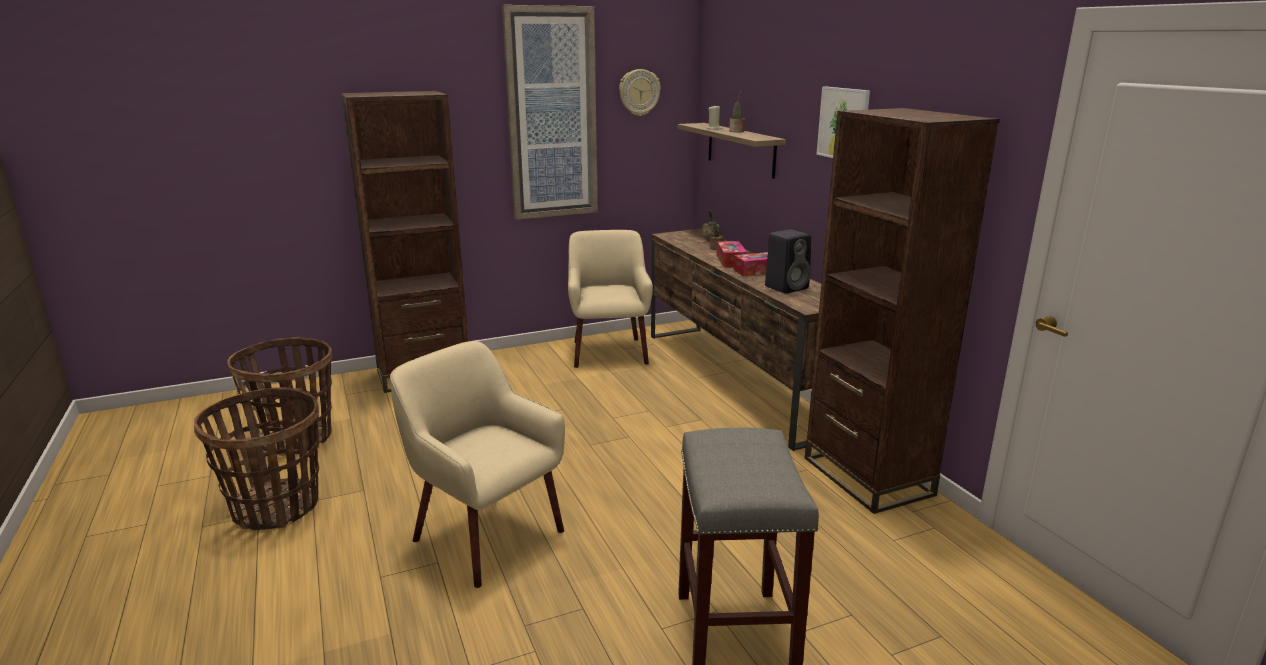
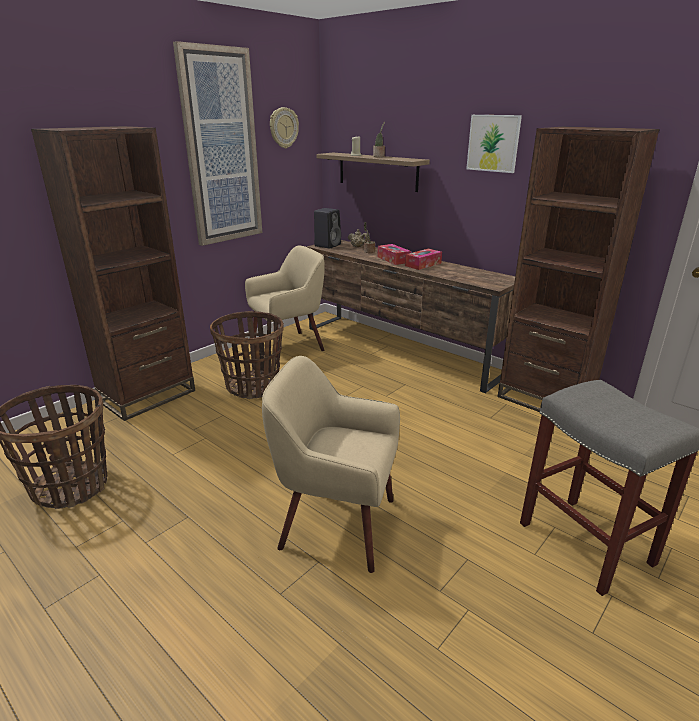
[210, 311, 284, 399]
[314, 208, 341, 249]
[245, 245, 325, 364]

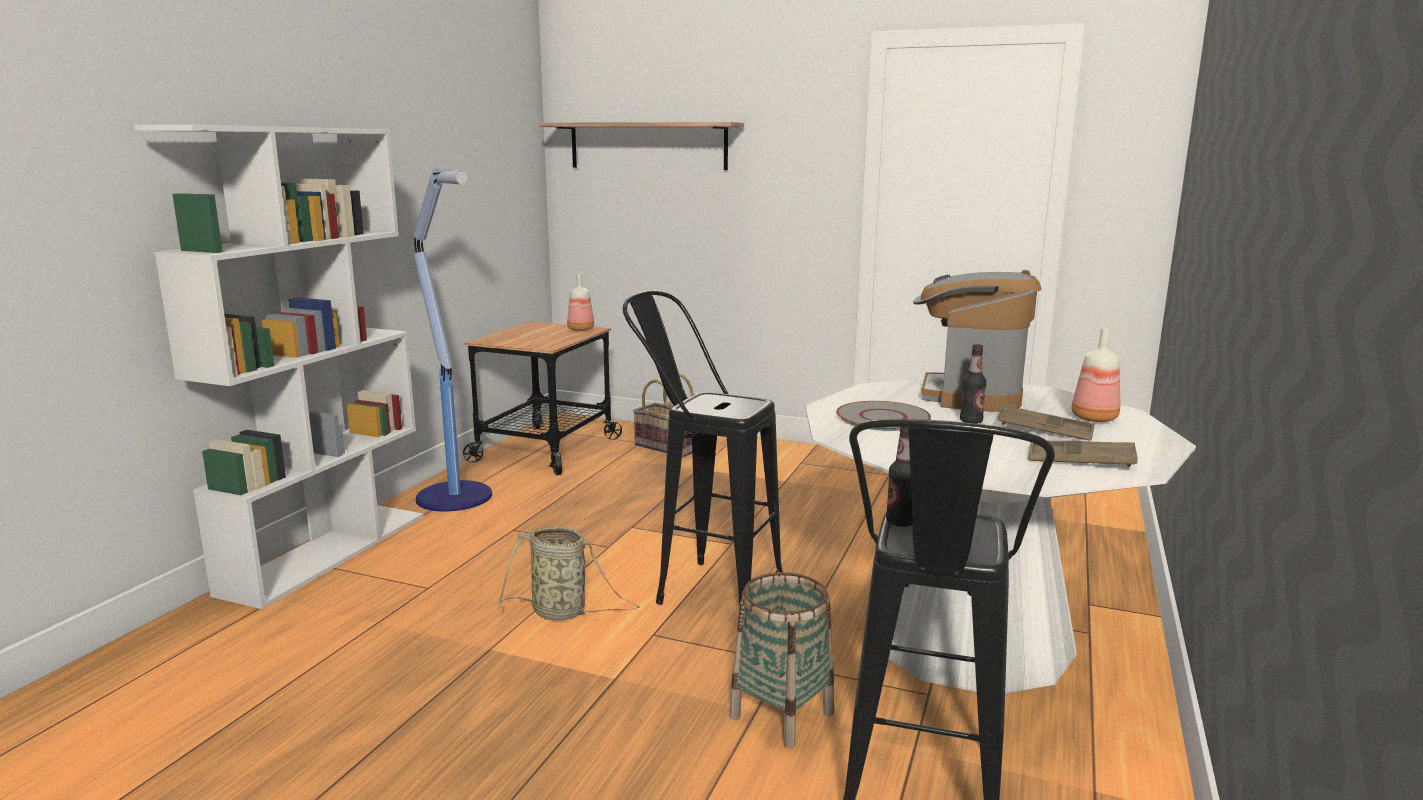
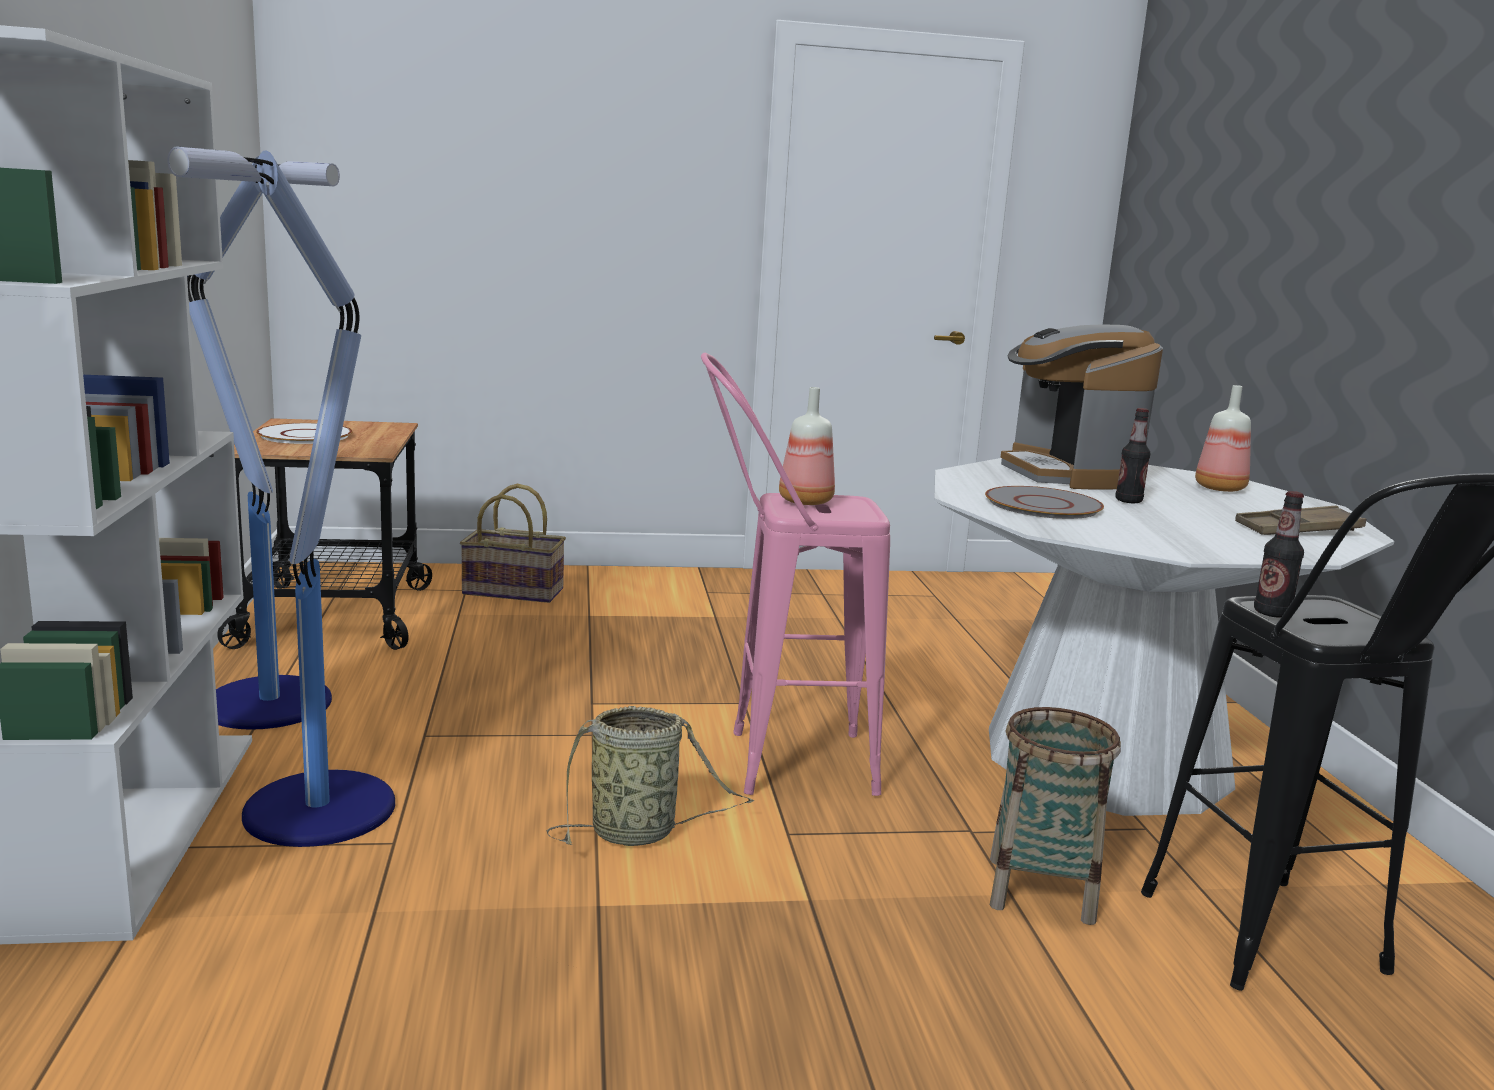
[538, 122, 744, 170] (first image)
[998, 405, 1095, 440] (first image)
[167, 146, 395, 847]
[256, 423, 353, 444]
[779, 387, 835, 505]
[701, 353, 890, 796]

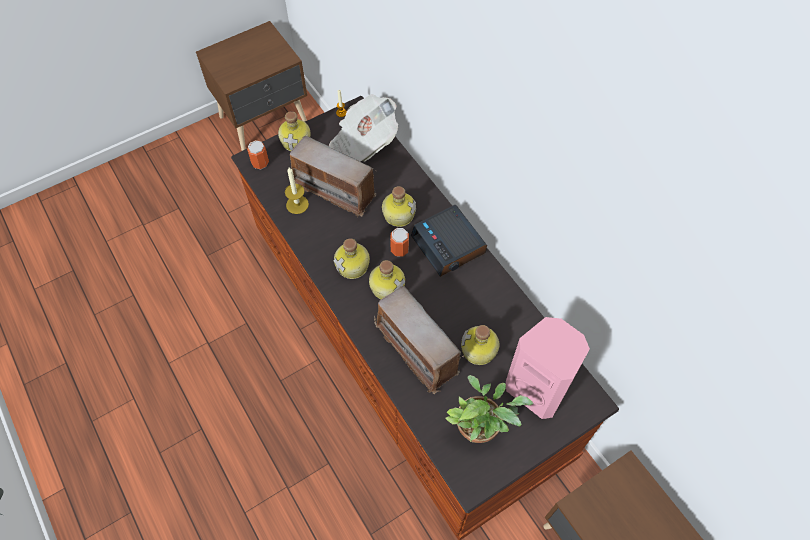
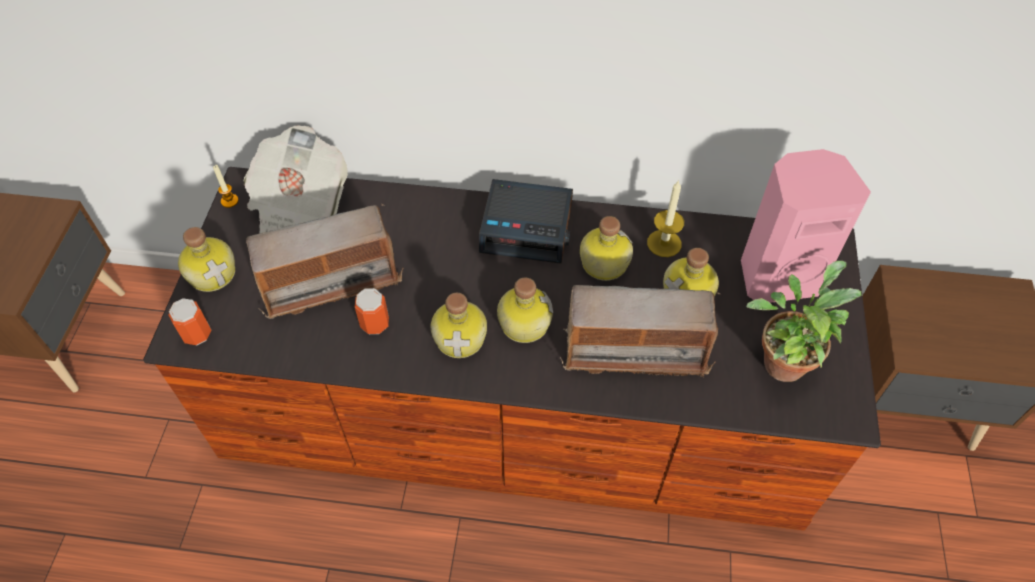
[647, 180, 684, 257]
[580, 216, 633, 281]
[355, 288, 389, 334]

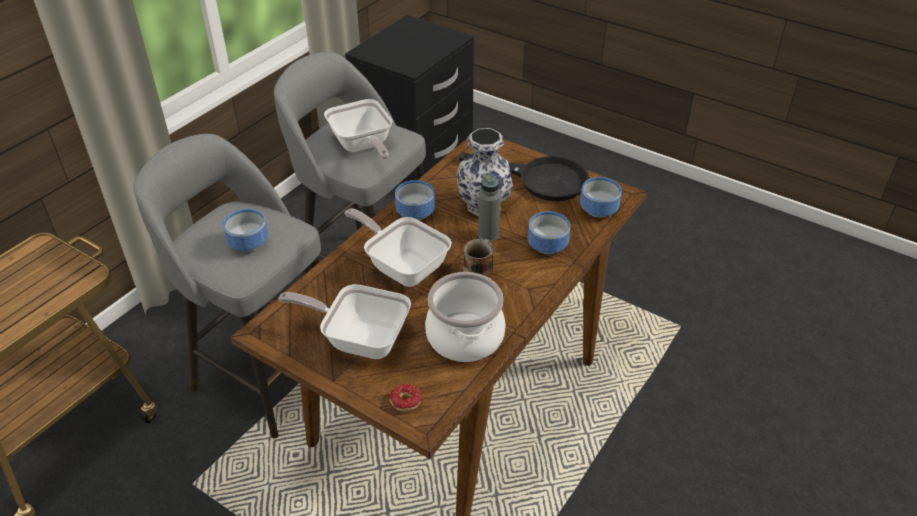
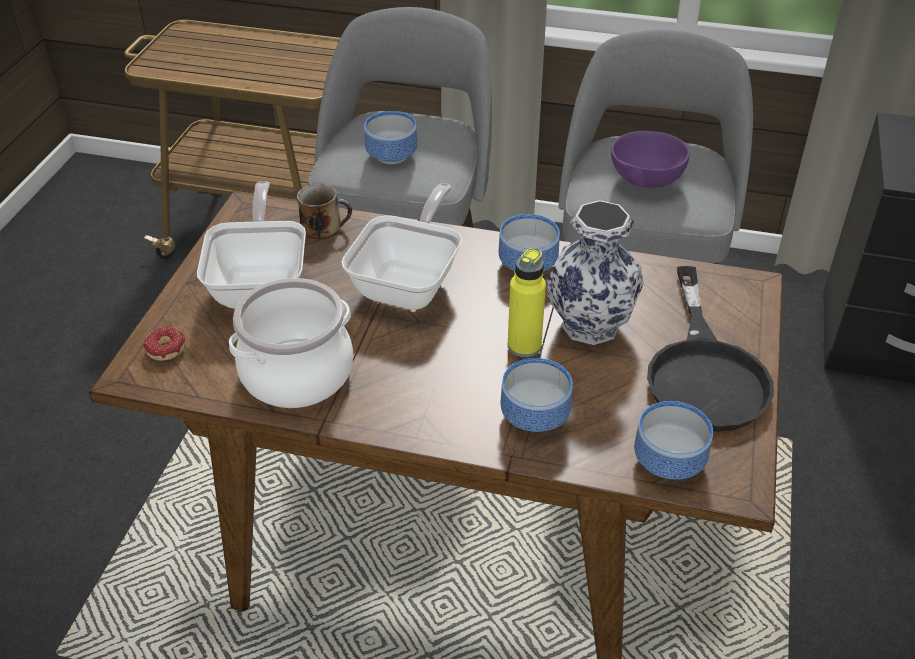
[297, 184, 352, 239]
[611, 131, 690, 188]
[508, 248, 546, 357]

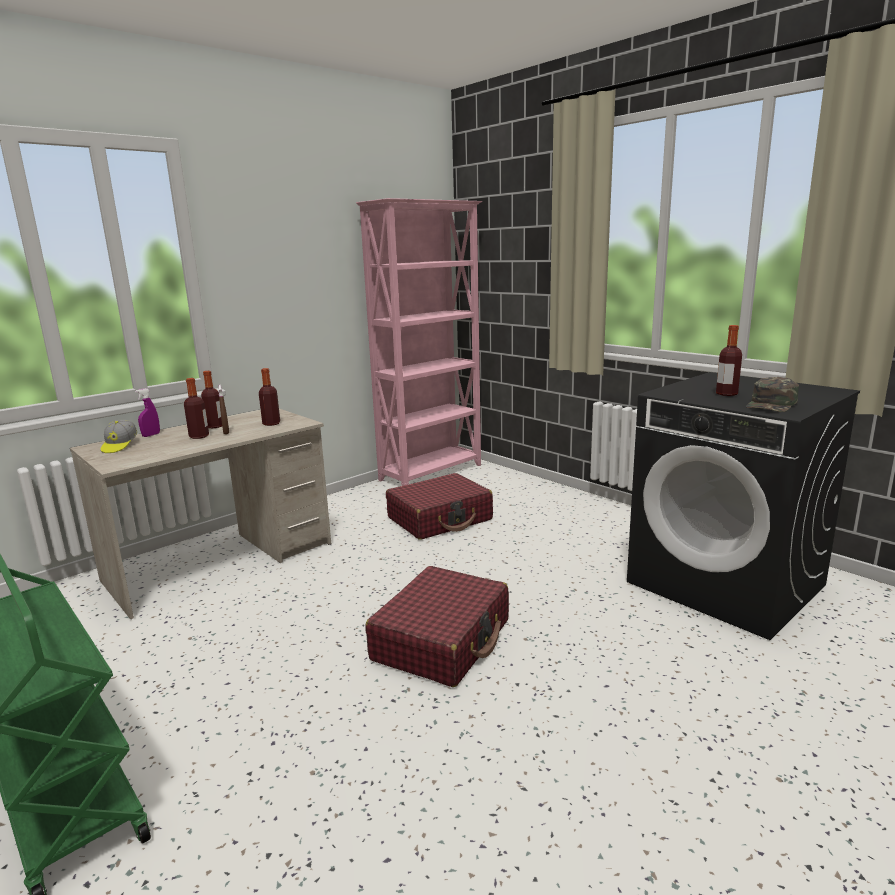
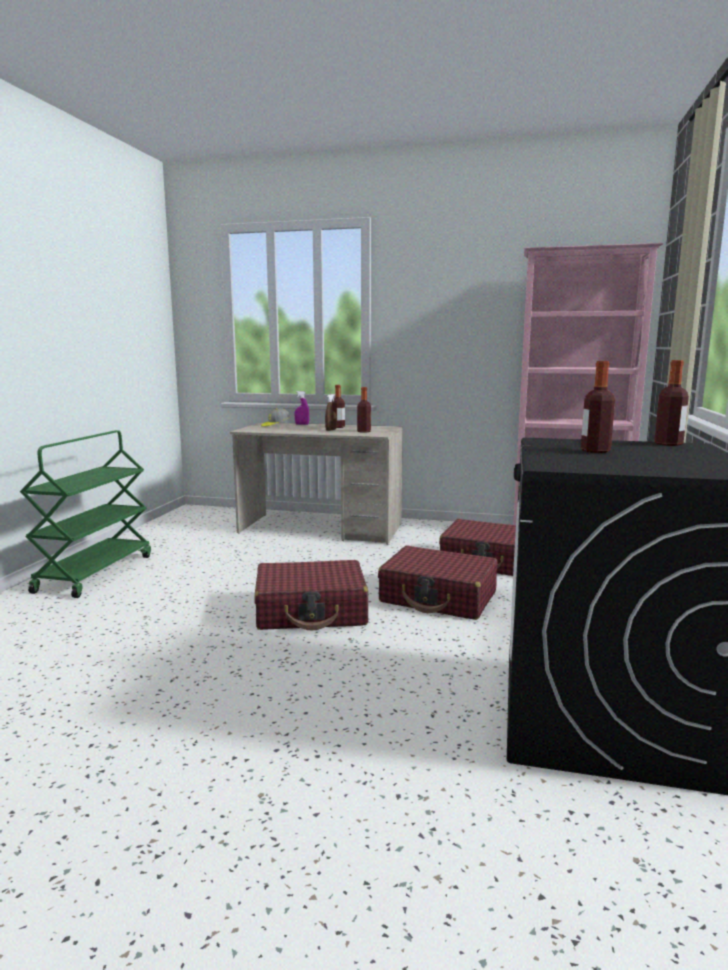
[746, 377, 799, 412] (first image)
[378, 545, 498, 620]
[654, 360, 689, 446]

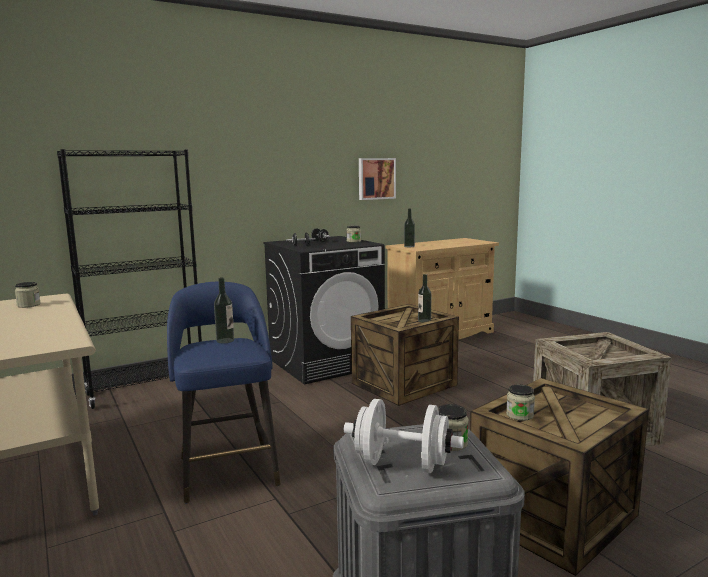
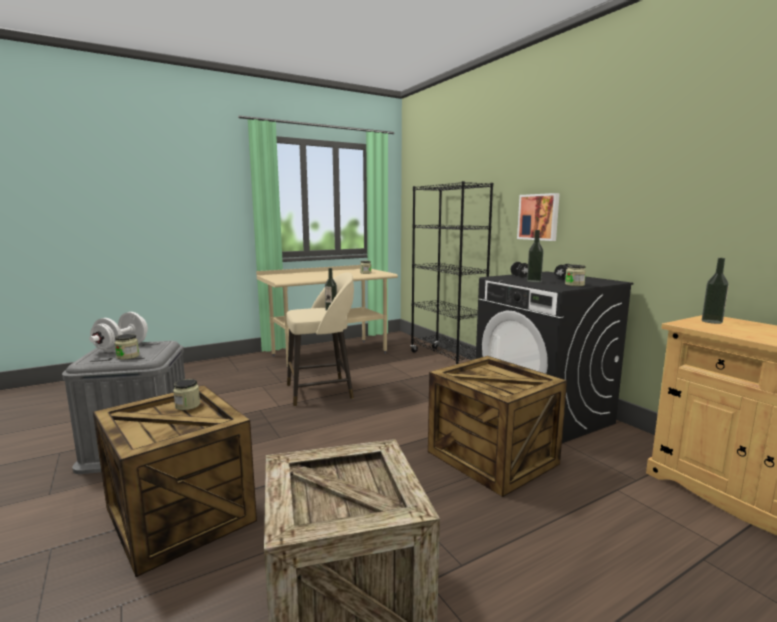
[517, 193, 560, 241]
[527, 230, 544, 282]
[286, 272, 354, 406]

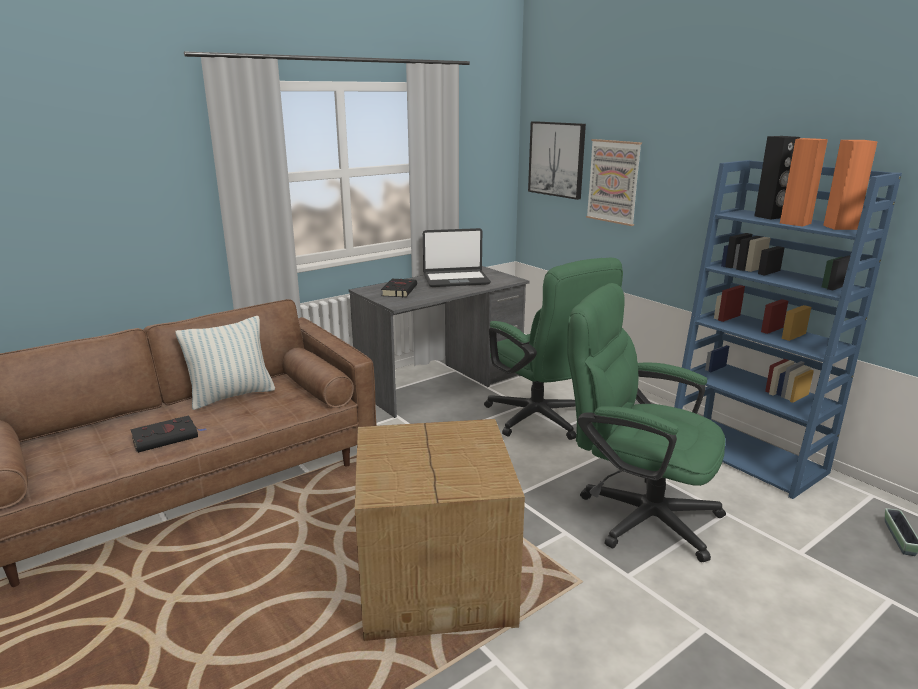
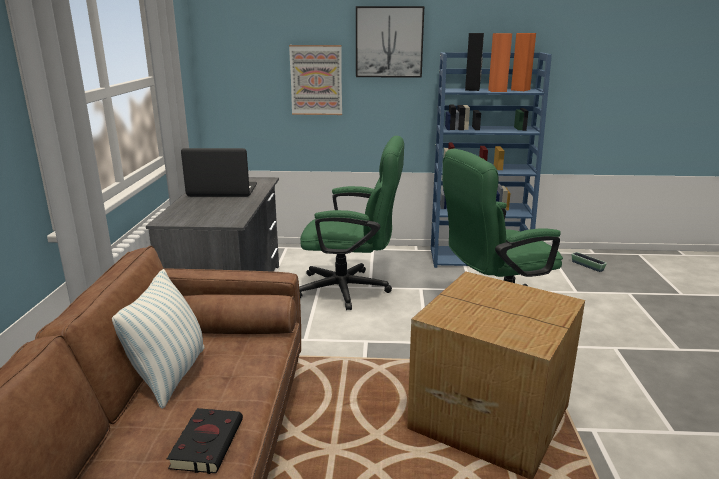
[381, 279, 417, 297] (first image)
[356, 6, 424, 78]
[181, 148, 257, 197]

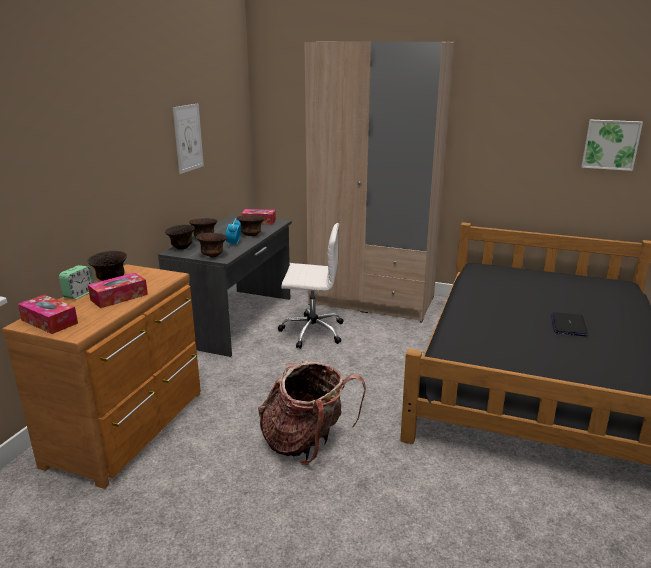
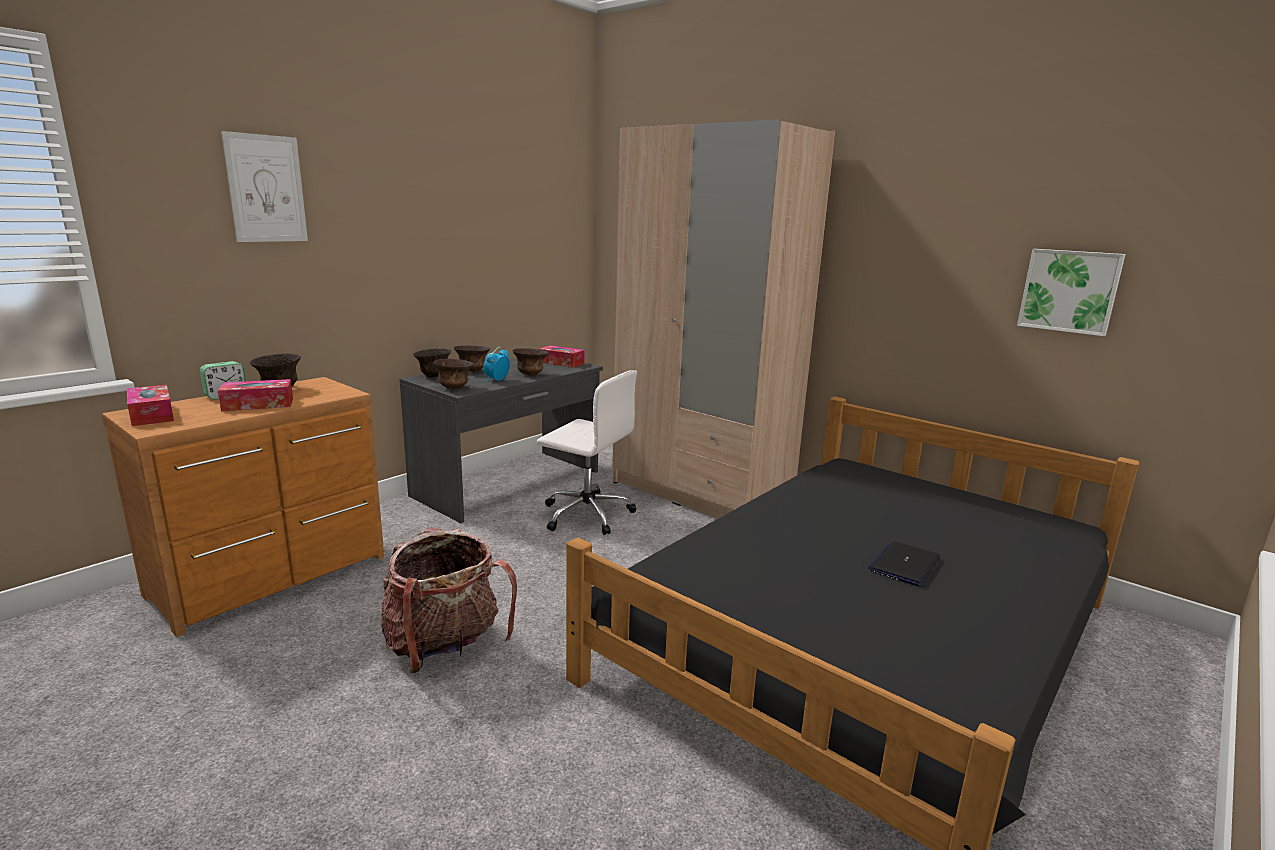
[221, 131, 308, 242]

